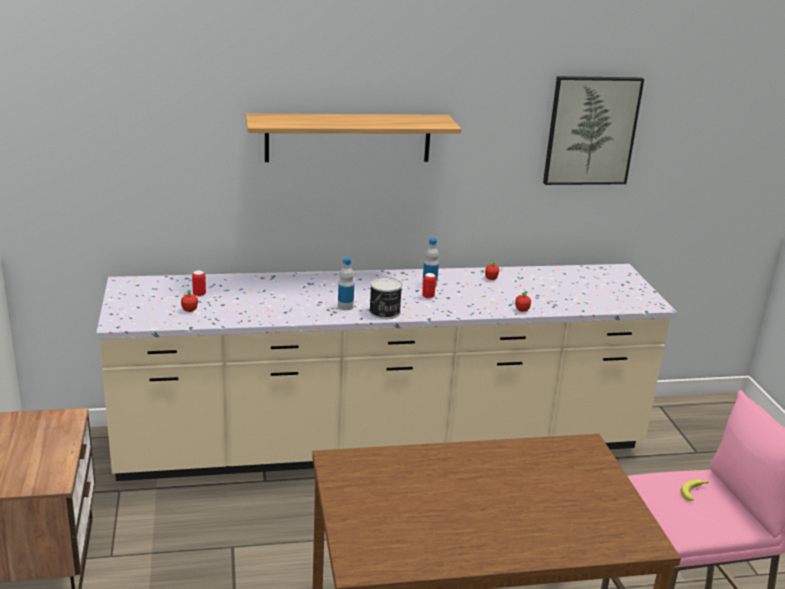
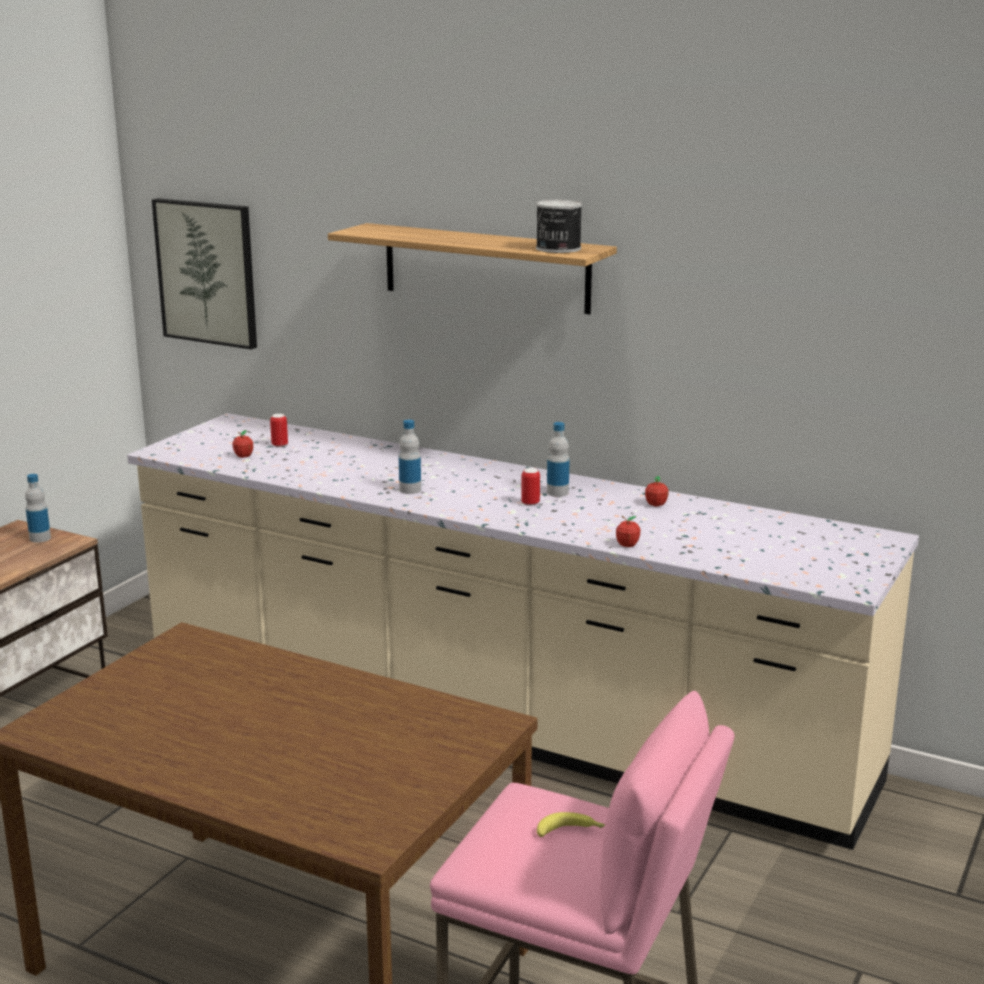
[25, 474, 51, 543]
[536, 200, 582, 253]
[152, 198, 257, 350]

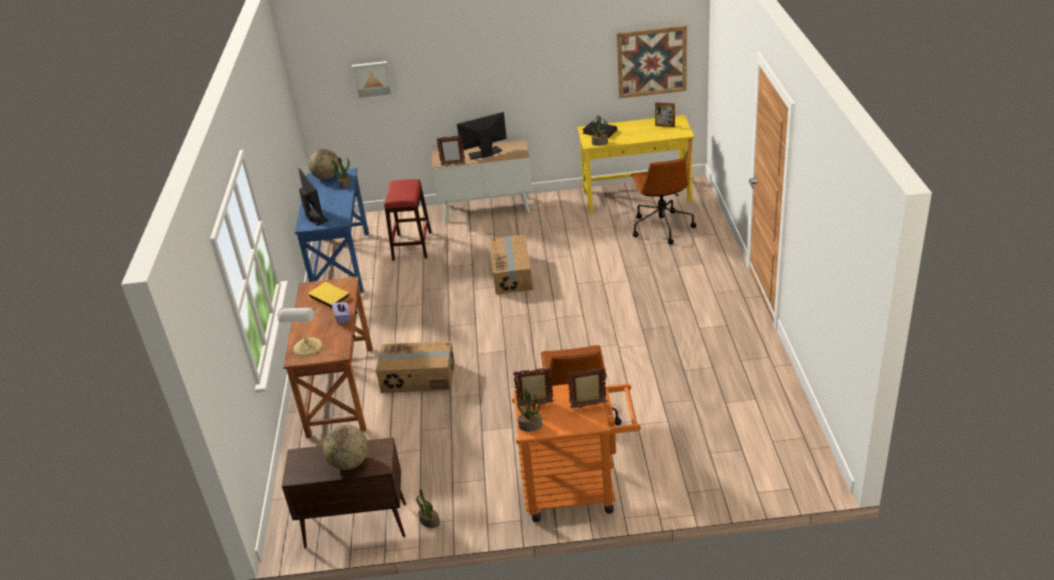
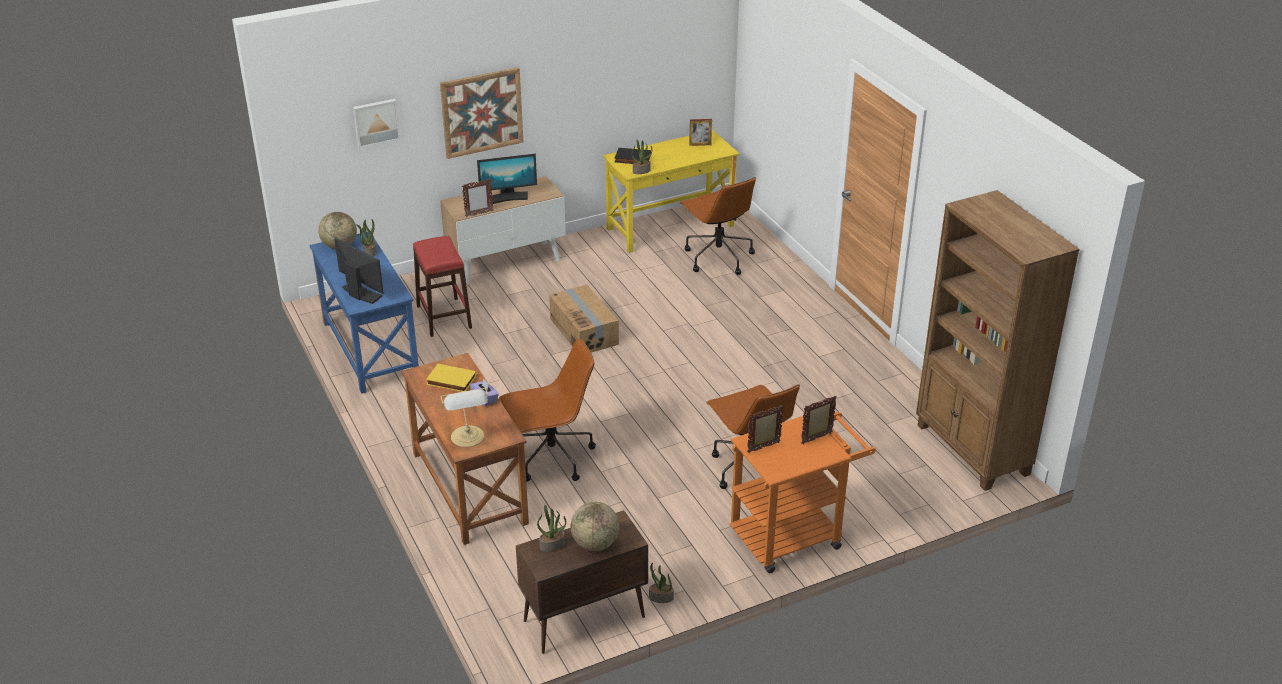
[916, 190, 1080, 491]
[537, 505, 566, 552]
[440, 67, 523, 159]
[499, 338, 596, 482]
[477, 154, 537, 204]

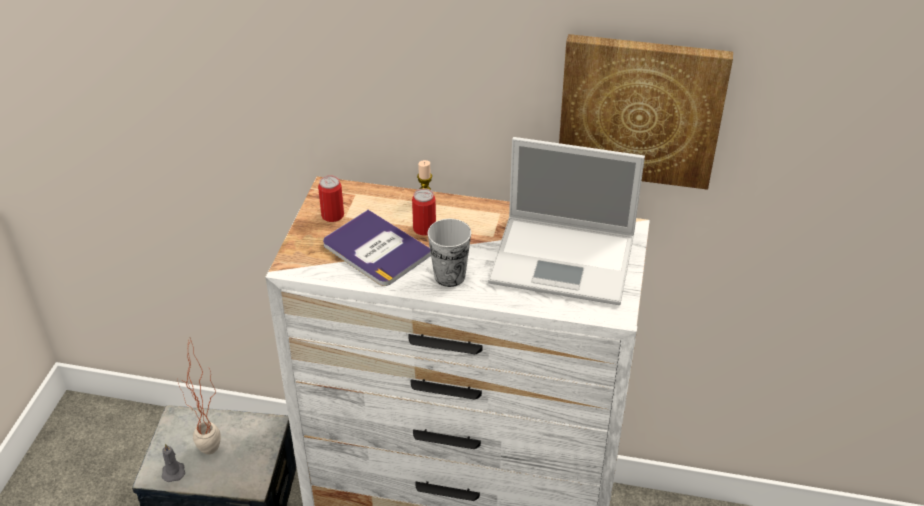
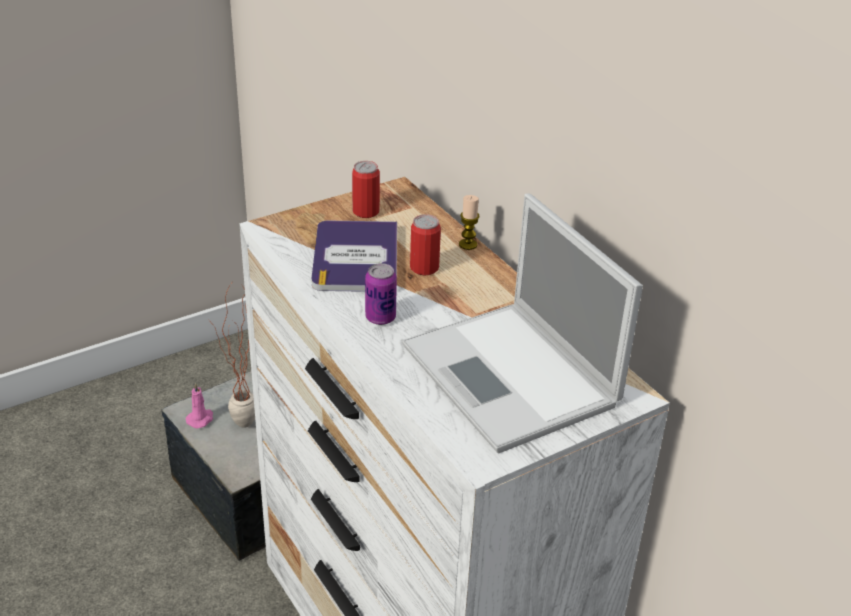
[559, 34, 733, 190] (first image)
[365, 263, 397, 325]
[186, 383, 213, 429]

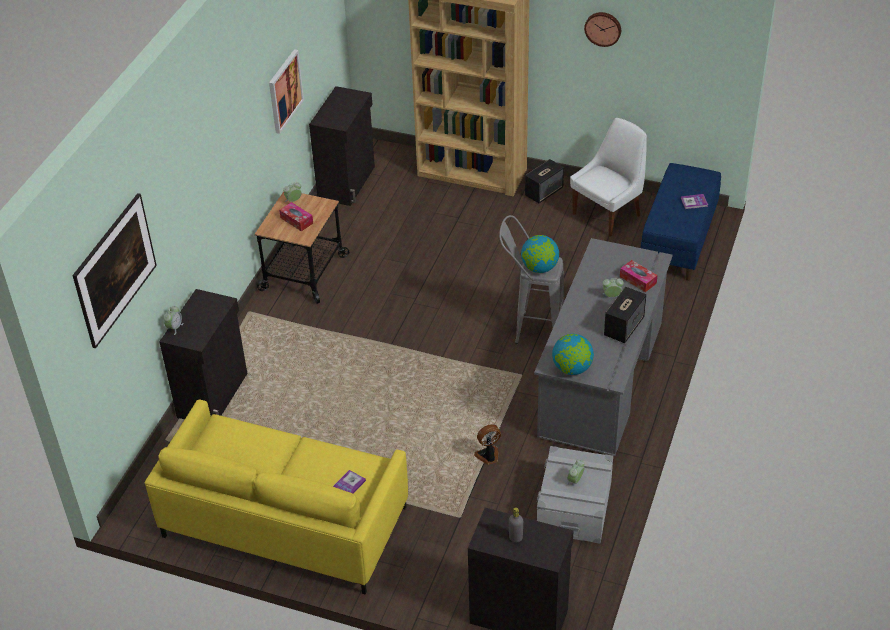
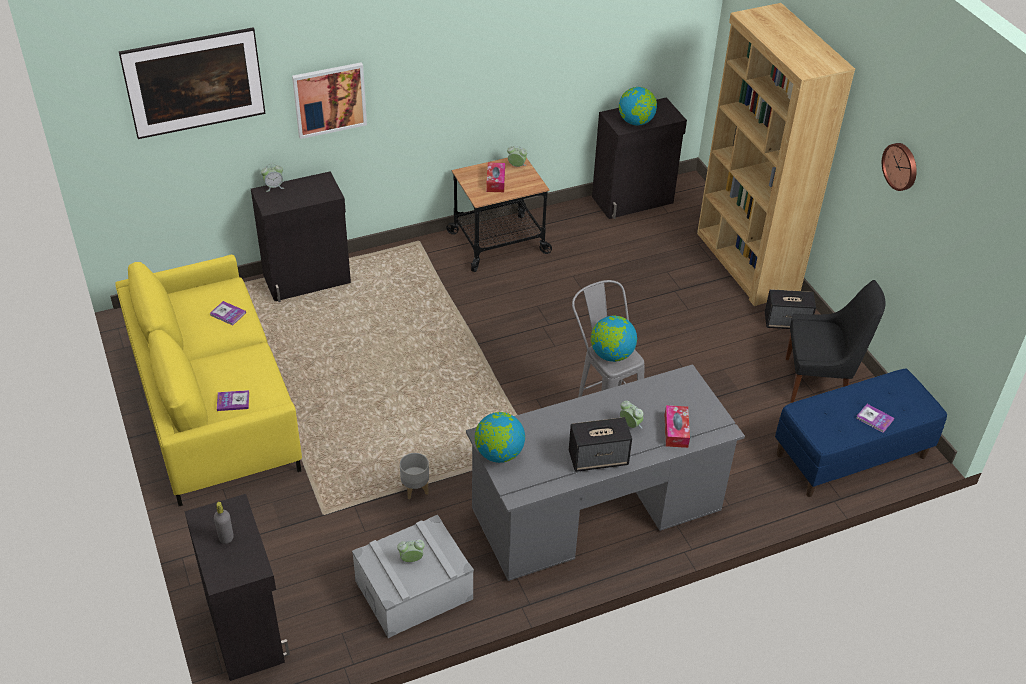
[210, 301, 246, 325]
[619, 87, 657, 126]
[292, 62, 367, 139]
[400, 453, 429, 499]
[786, 280, 886, 403]

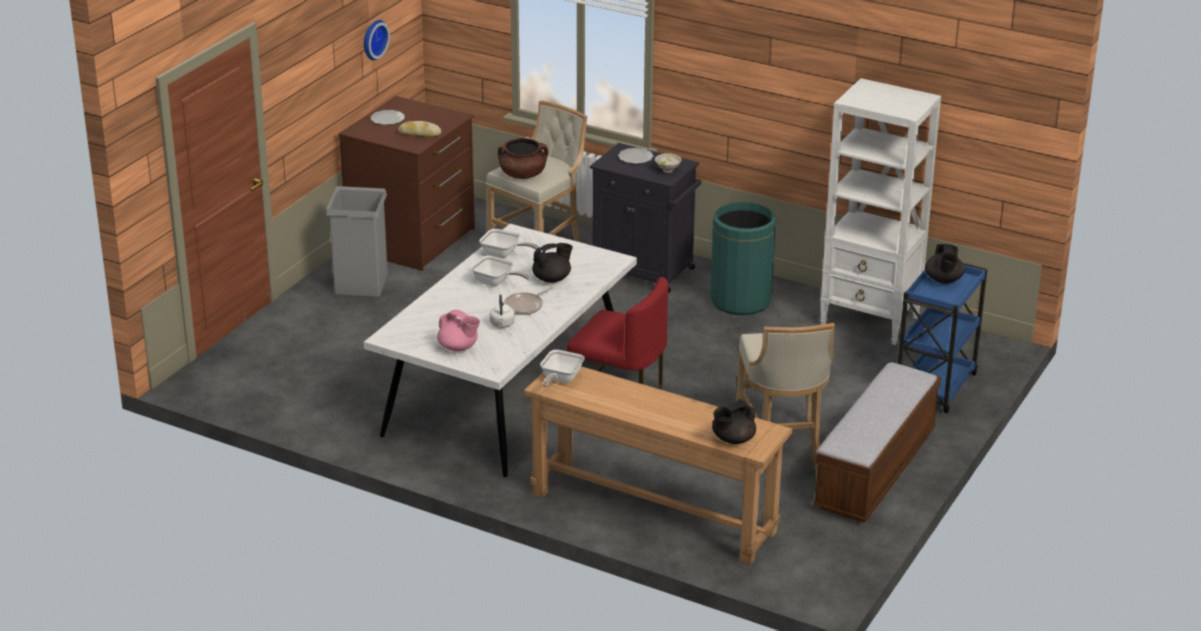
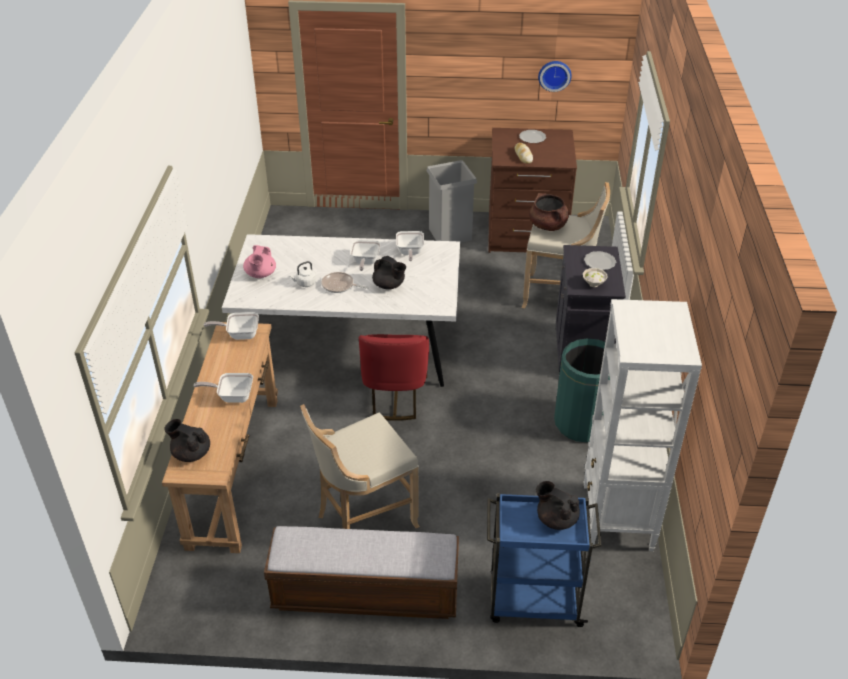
[194, 373, 253, 403]
[536, 481, 580, 530]

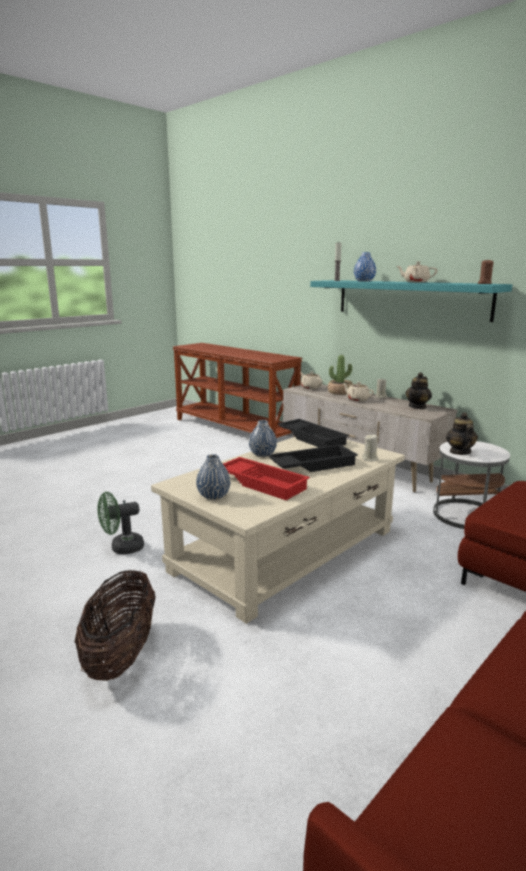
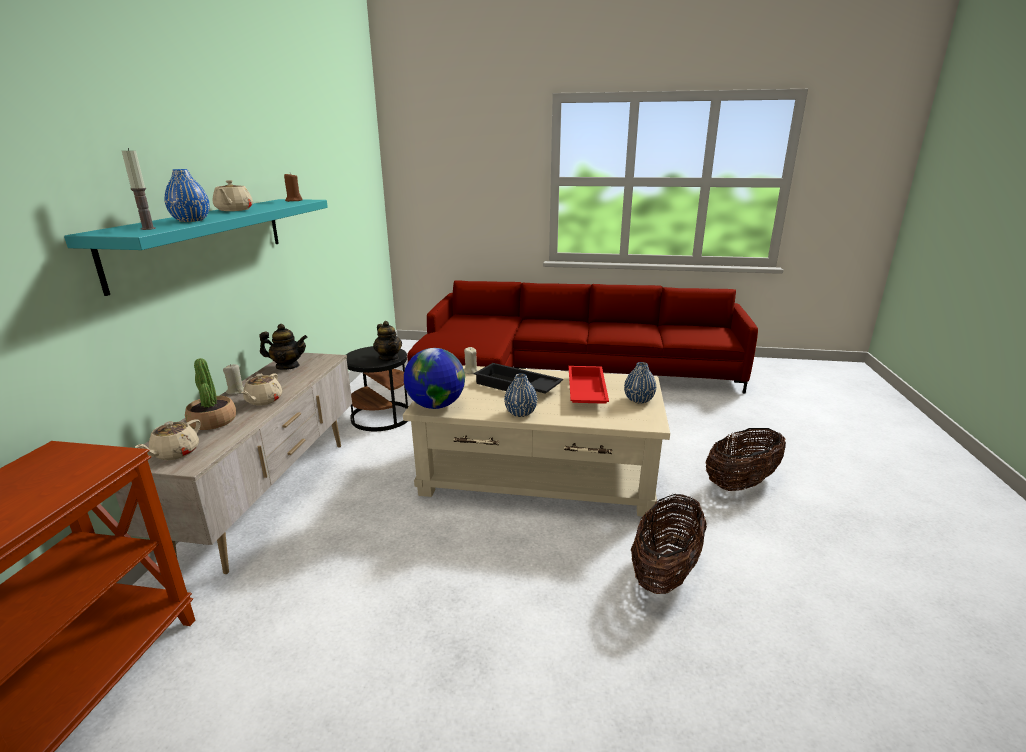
[631, 494, 707, 594]
[404, 348, 465, 409]
[346, 346, 409, 431]
[373, 321, 402, 361]

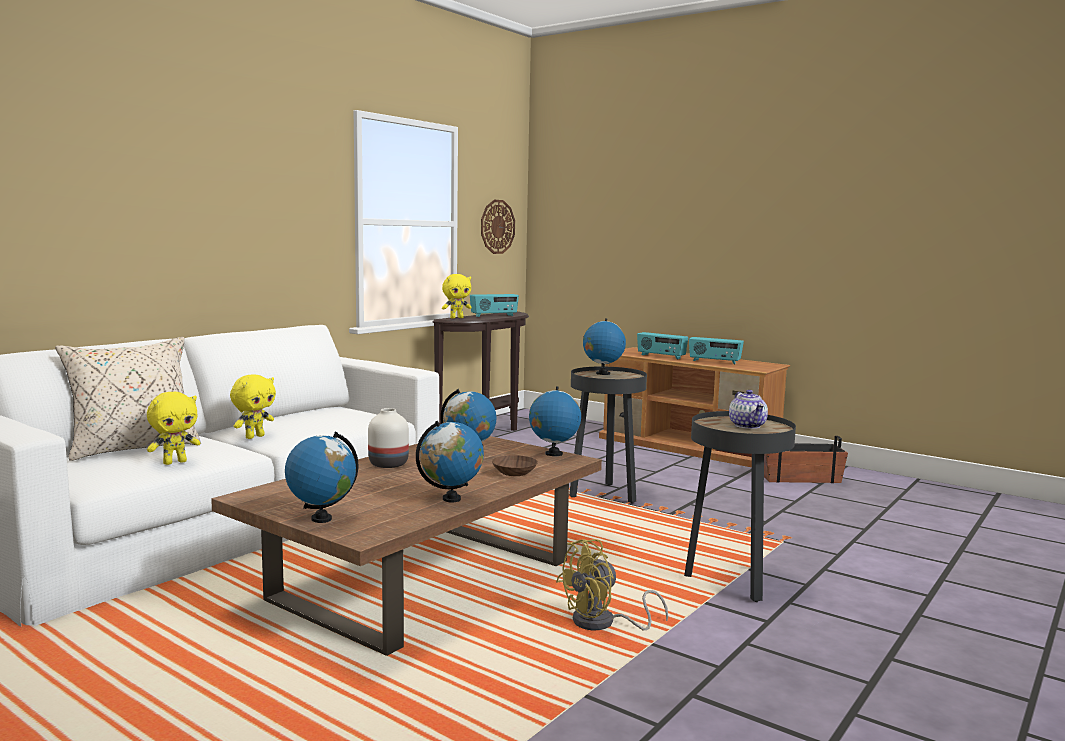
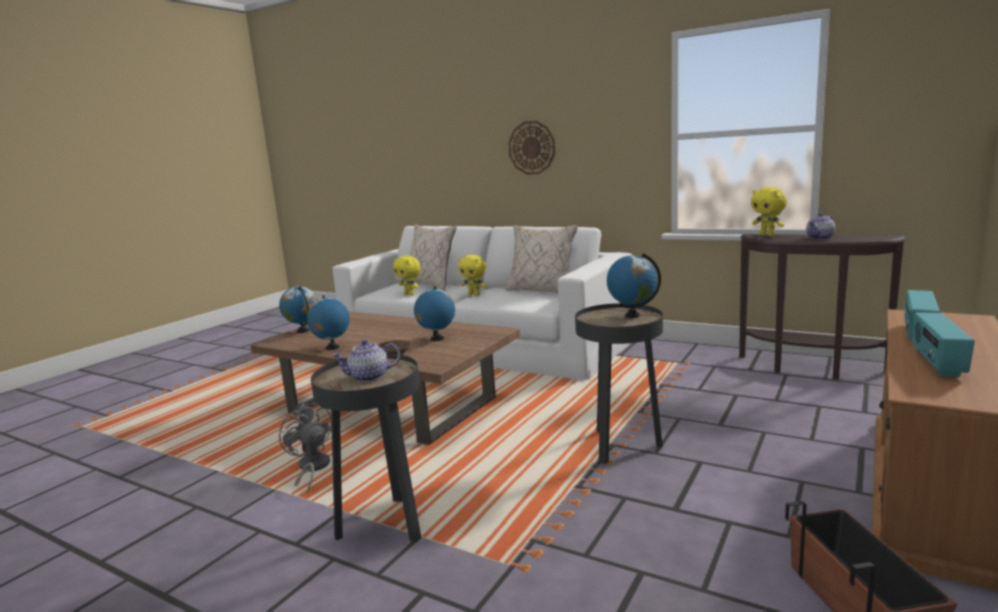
[368, 408, 409, 468] (first image)
[529, 386, 581, 456] (first image)
[505, 225, 578, 293]
[508, 121, 555, 175]
[806, 213, 835, 240]
[279, 402, 332, 493]

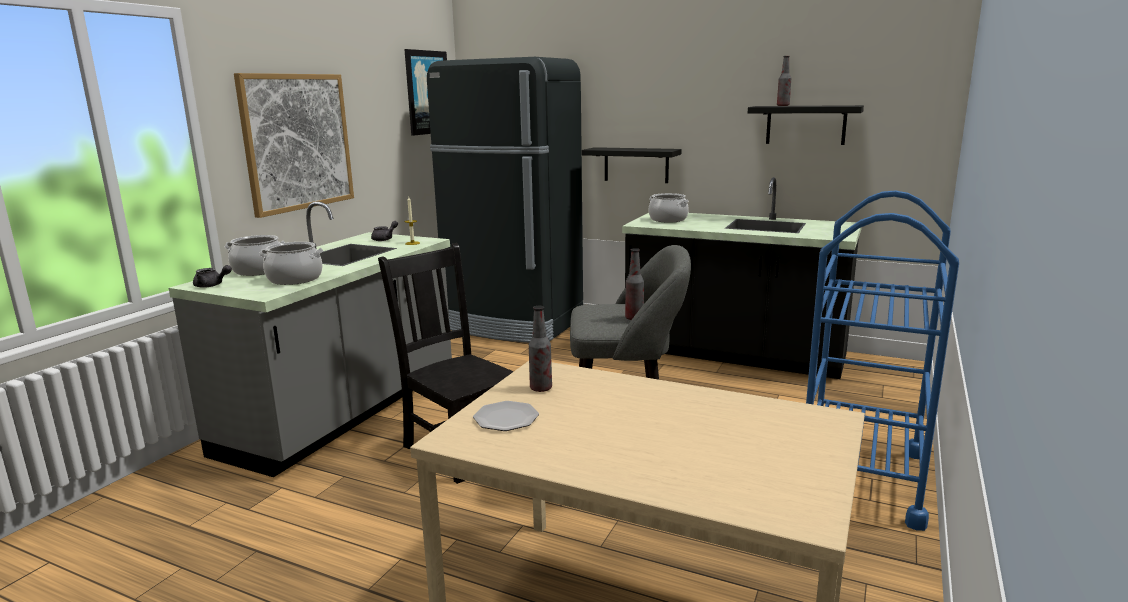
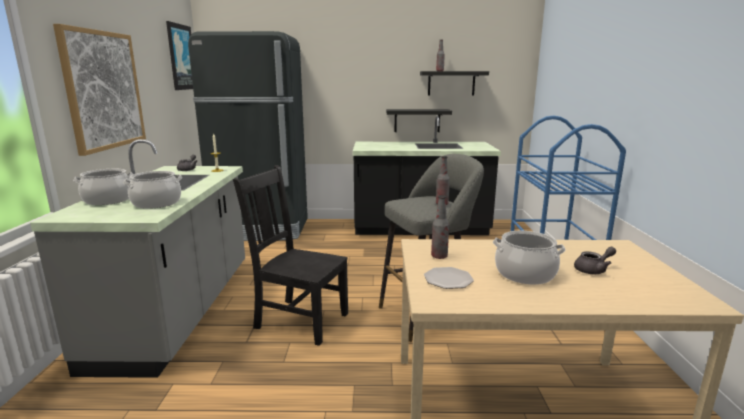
[574, 247, 616, 274]
[386, 109, 452, 132]
[493, 231, 566, 285]

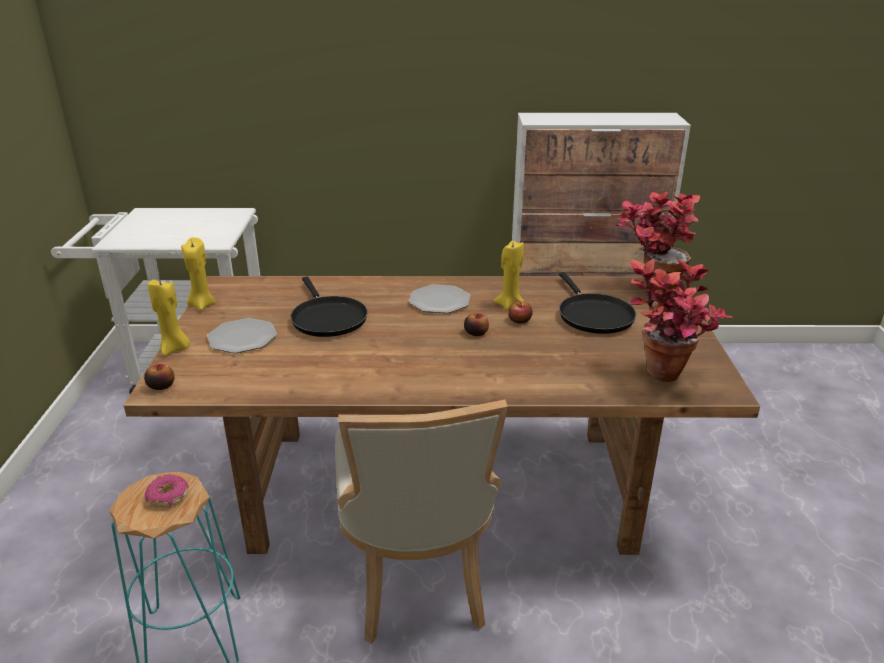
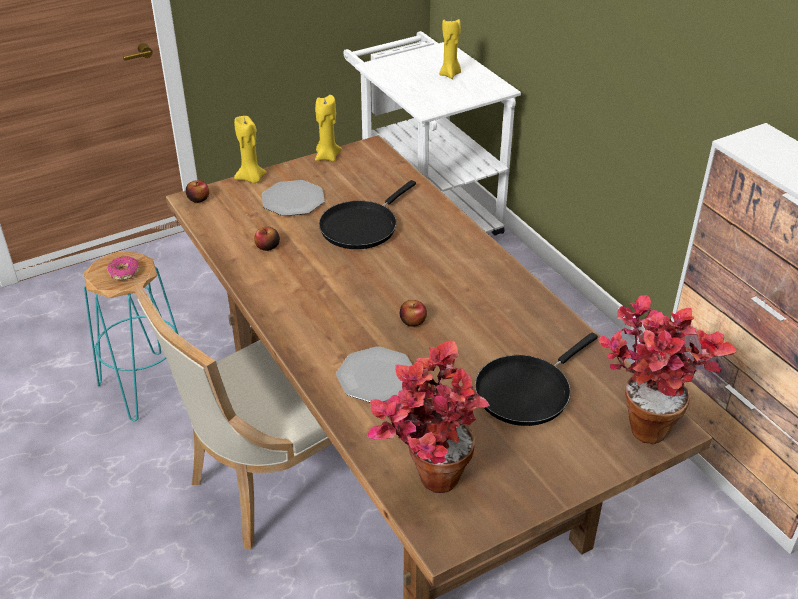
[336, 347, 413, 402]
[439, 19, 461, 79]
[254, 227, 280, 251]

